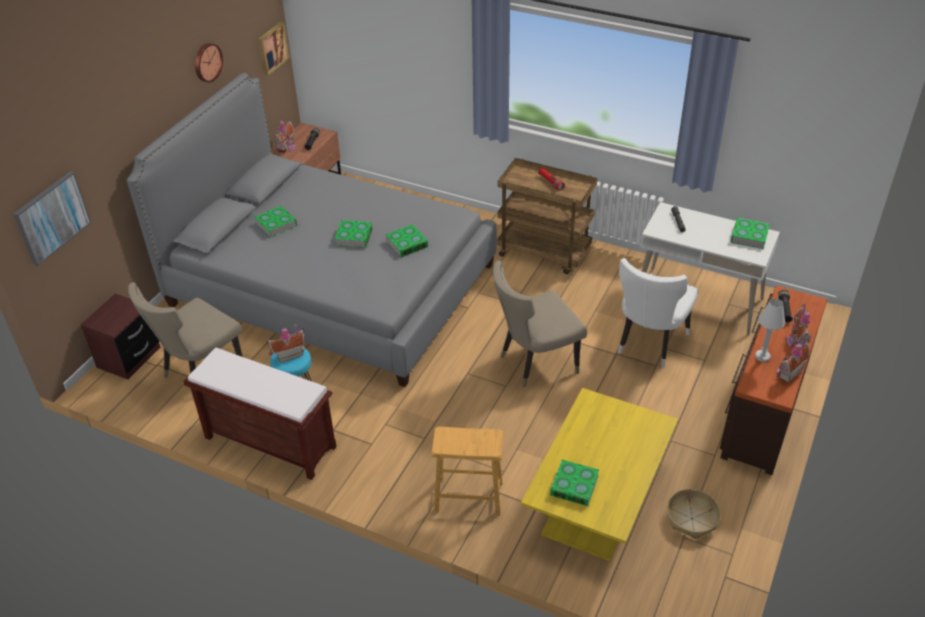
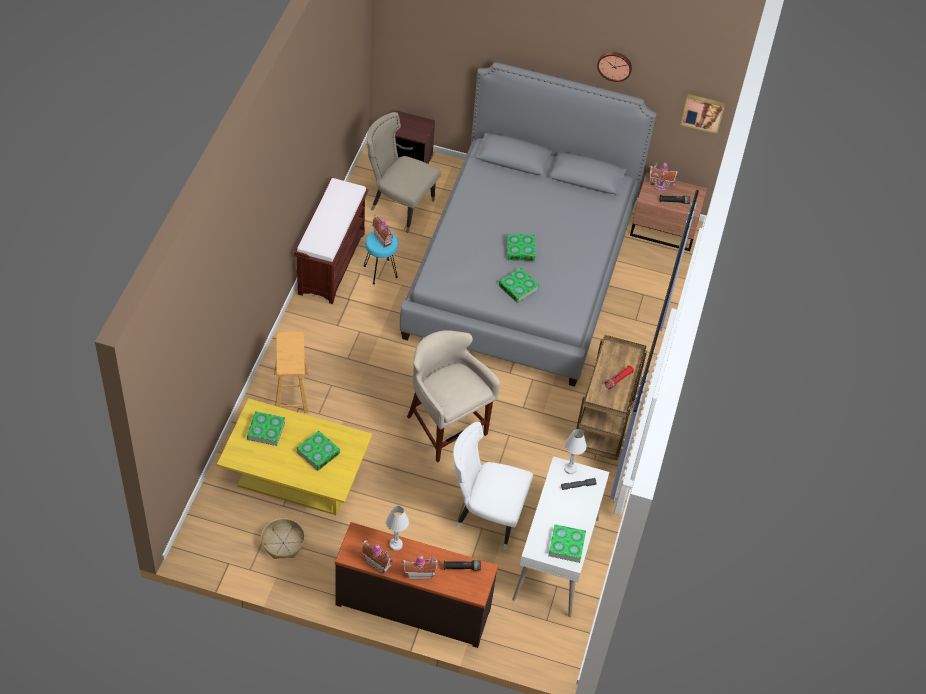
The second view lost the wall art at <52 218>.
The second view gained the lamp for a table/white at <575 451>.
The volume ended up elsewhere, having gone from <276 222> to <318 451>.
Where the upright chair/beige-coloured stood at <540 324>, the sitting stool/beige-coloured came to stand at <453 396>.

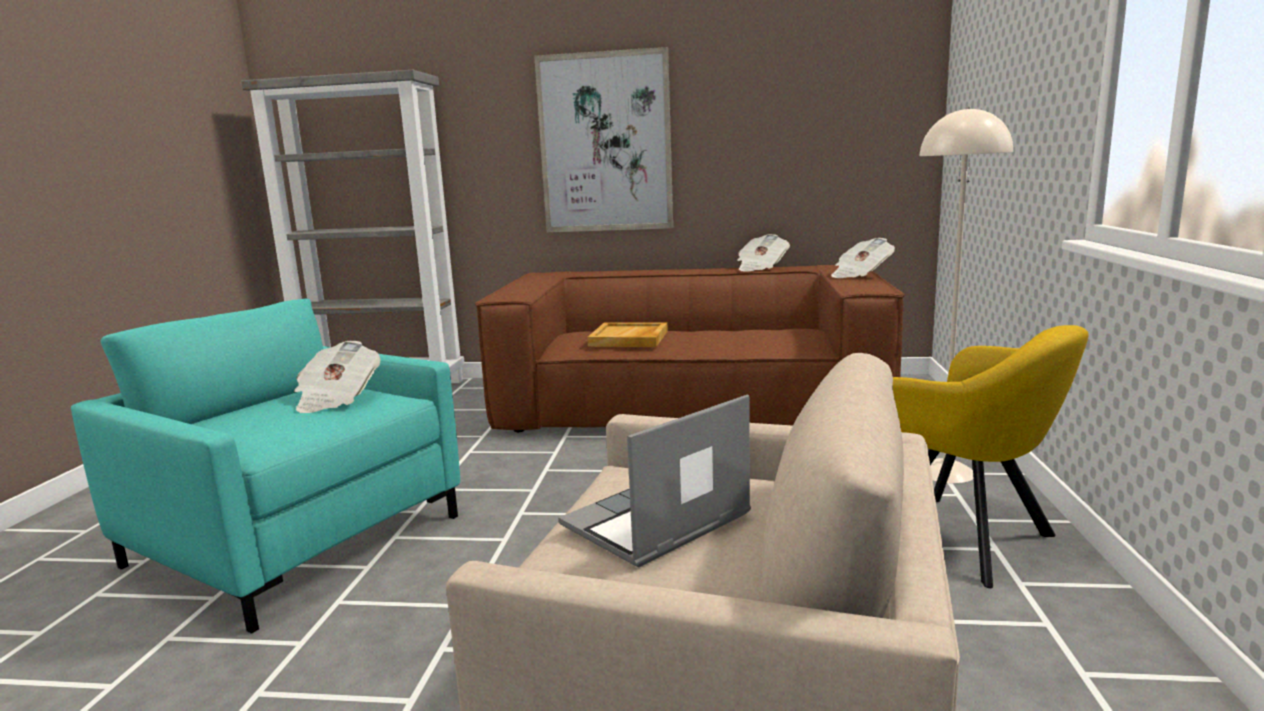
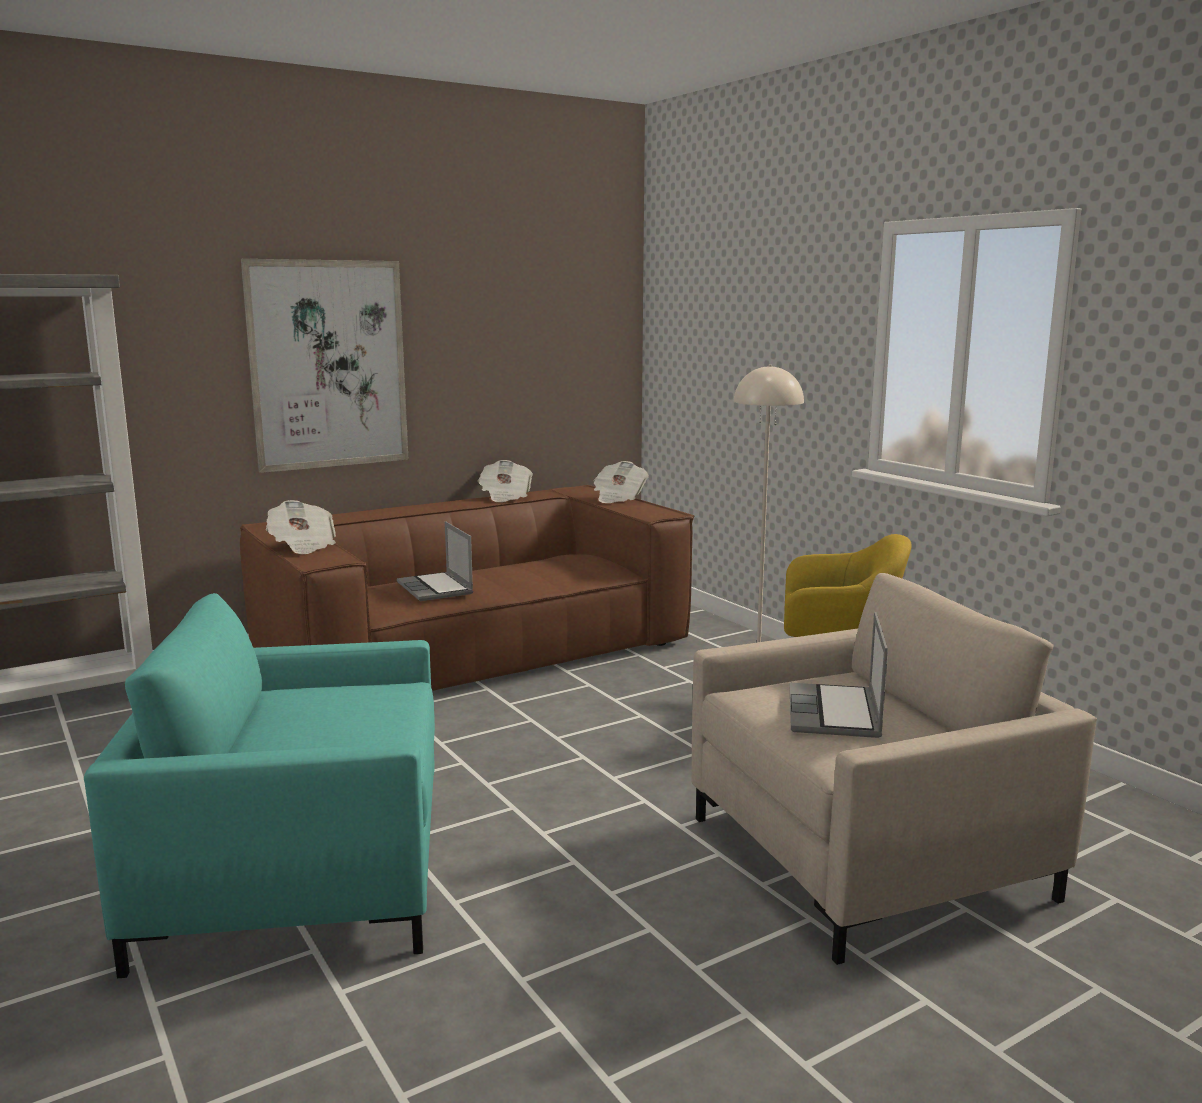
The printed paper ended up elsewhere, having gone from <337 377> to <301 527>.
Where the carrying tray/beige-coloured stood at <627 334>, the laptop came to stand at <435 561>.

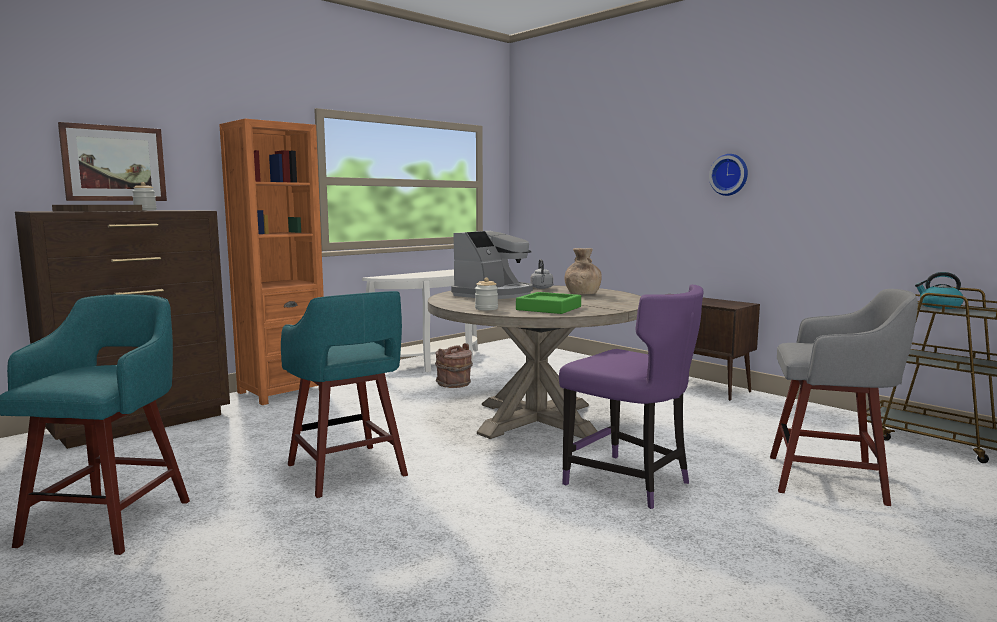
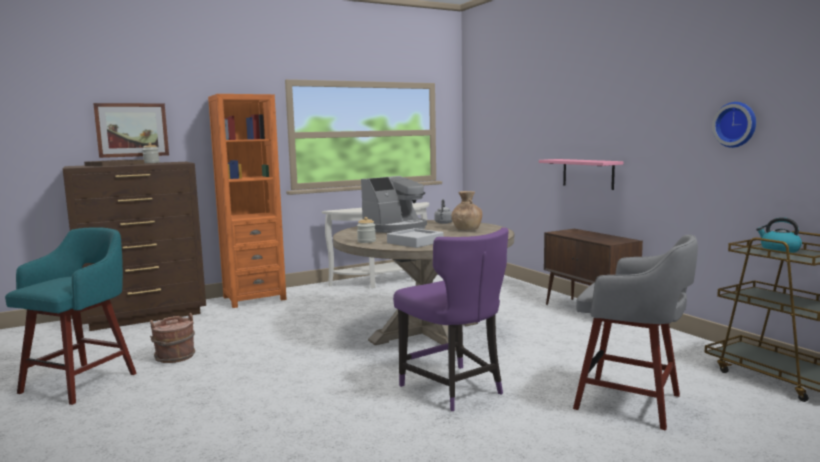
The second view lost the sitting stool/turquoise-coloured at <344 394>.
The second view gained the bracket shelf/pink-coloured at <581 174>.
The pail/brown ended up elsewhere, having gone from <454 365> to <172 338>.
The wall clock ended up elsewhere, having gone from <728 175> to <734 125>.
What was the carrying tray/greenish at <548 303> turned into the carrying tray/greyish at <415 238>.

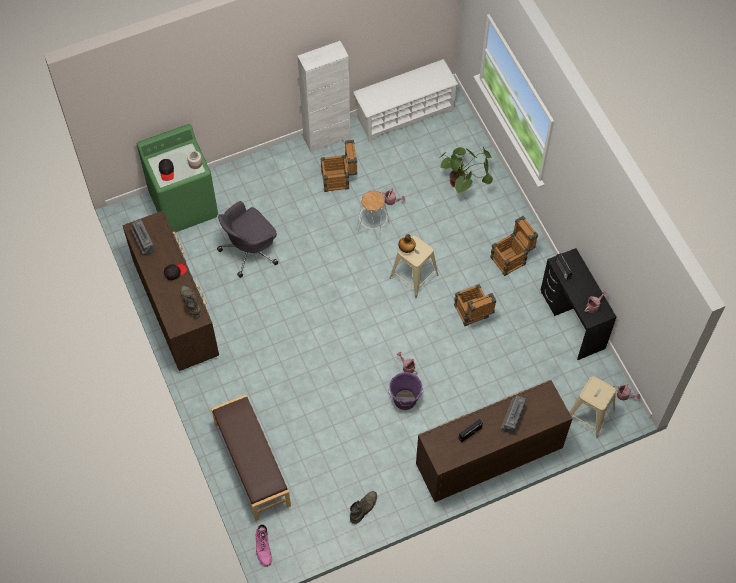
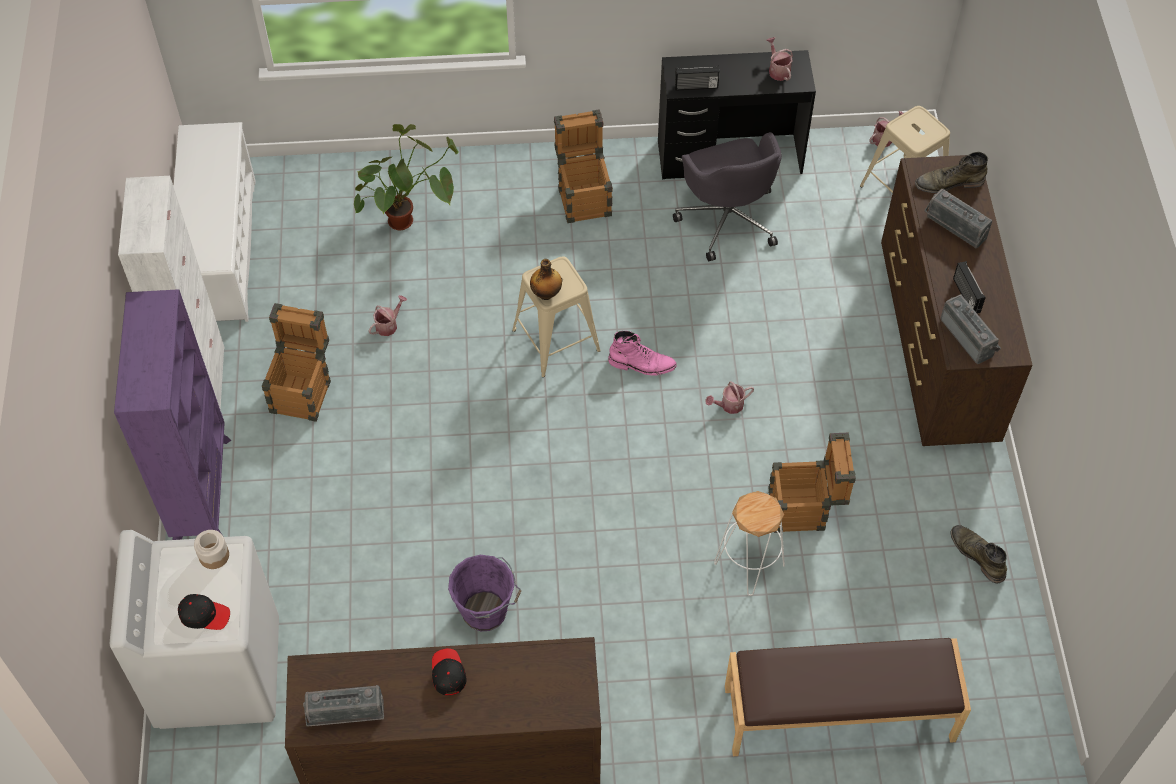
The second view gained the bookshelf/purplish at <172 414>.
The second view gained the radio receiver at <971 329>.
The high-top boot/greenish ended up elsewhere, having gone from <191 301> to <951 172>.
The desk chair/greyish ended up elsewhere, having gone from <247 239> to <727 196>.
The high-top boot/pink-coloured ended up elsewhere, having gone from <264 545> to <642 353>.
The sitting stool/white ended up elsewhere, having gone from <373 216> to <749 543>.
The pail/purplish ended up elsewhere, having gone from <406 391> to <484 593>.
The packing crate ended up elsewhere, having gone from <475 305> to <812 482>.
What was the washing machine/greenish at <177 178> turned into the washing machine/white at <194 629>.

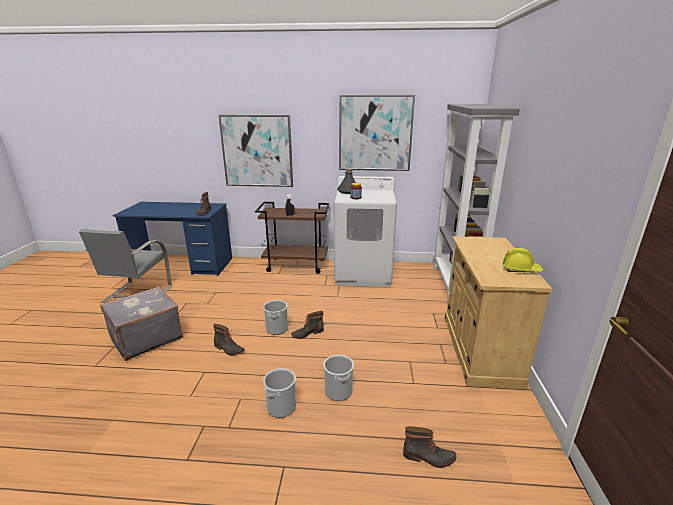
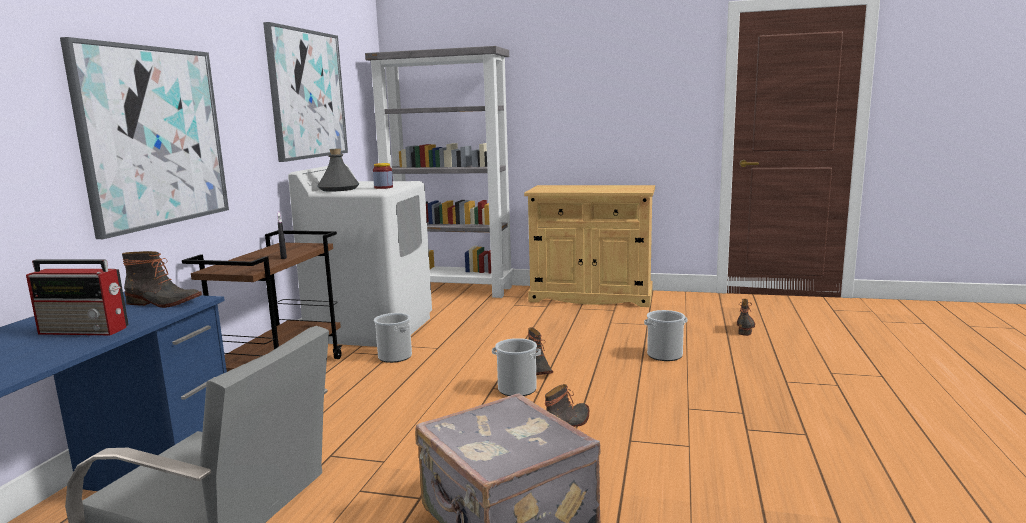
The second view lost the safety helmet/yellow-coloured at <523 260>.
The second view gained the radio receiver at <77 297>.
The pail ended up elsewhere, having gone from <279 393> to <393 338>.

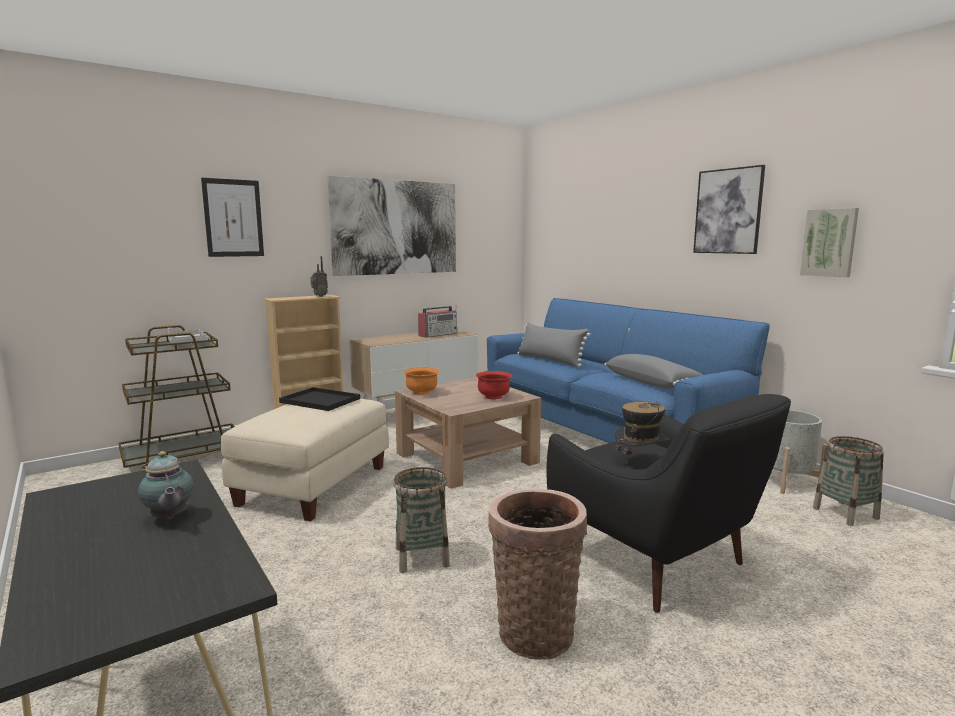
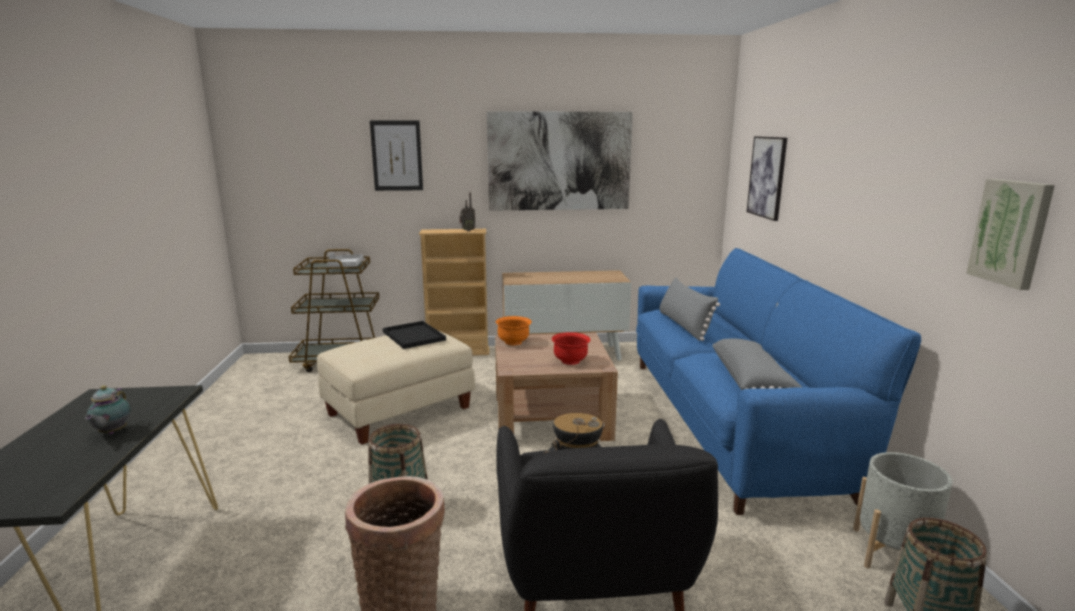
The second view lost the radio receiver at <437 322>.
The wall art ended up elsewhere, having gone from <729 209> to <767 179>.

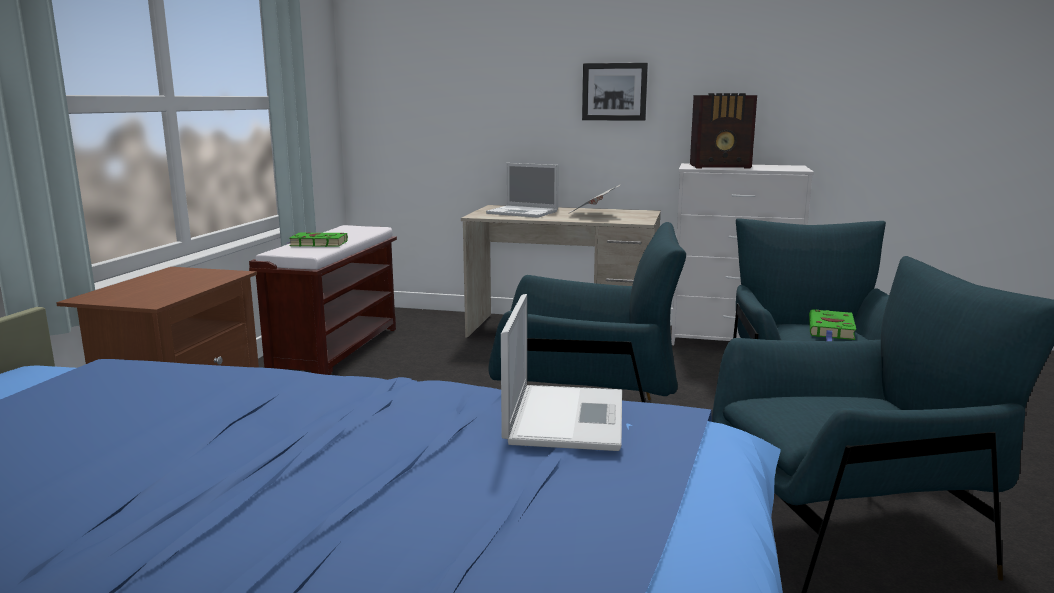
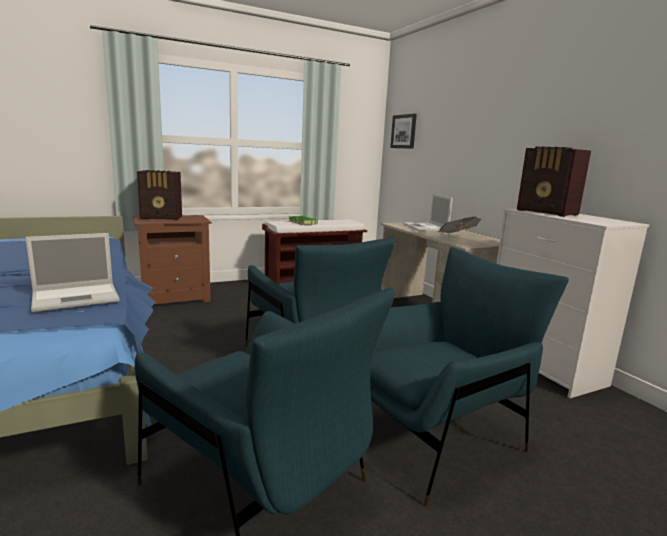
The second view lost the volume/greenish at <832 325>.
The second view gained the radio receiver at <159 195>.
The wall art ended up elsewhere, having gone from <615 92> to <403 131>.

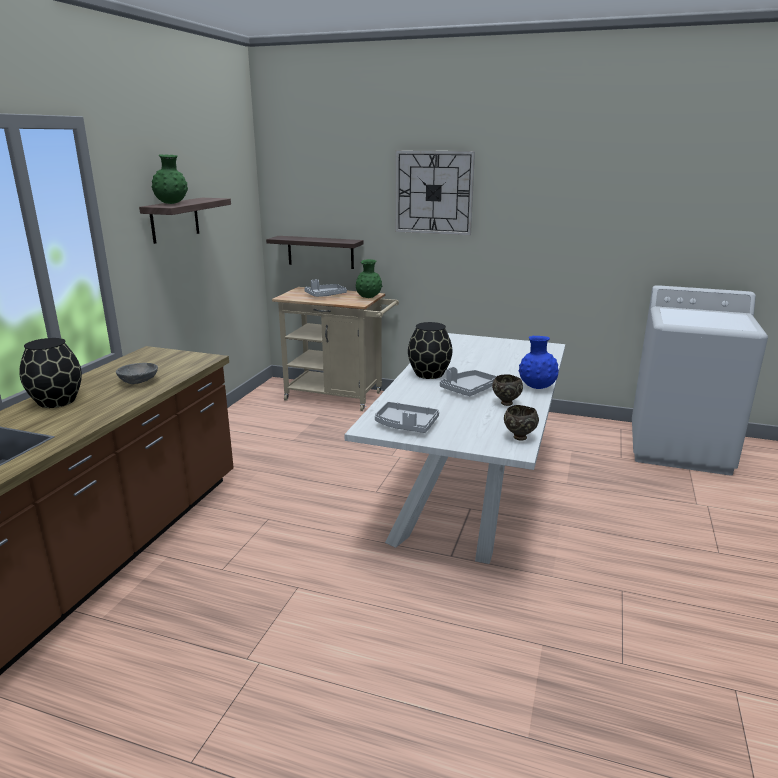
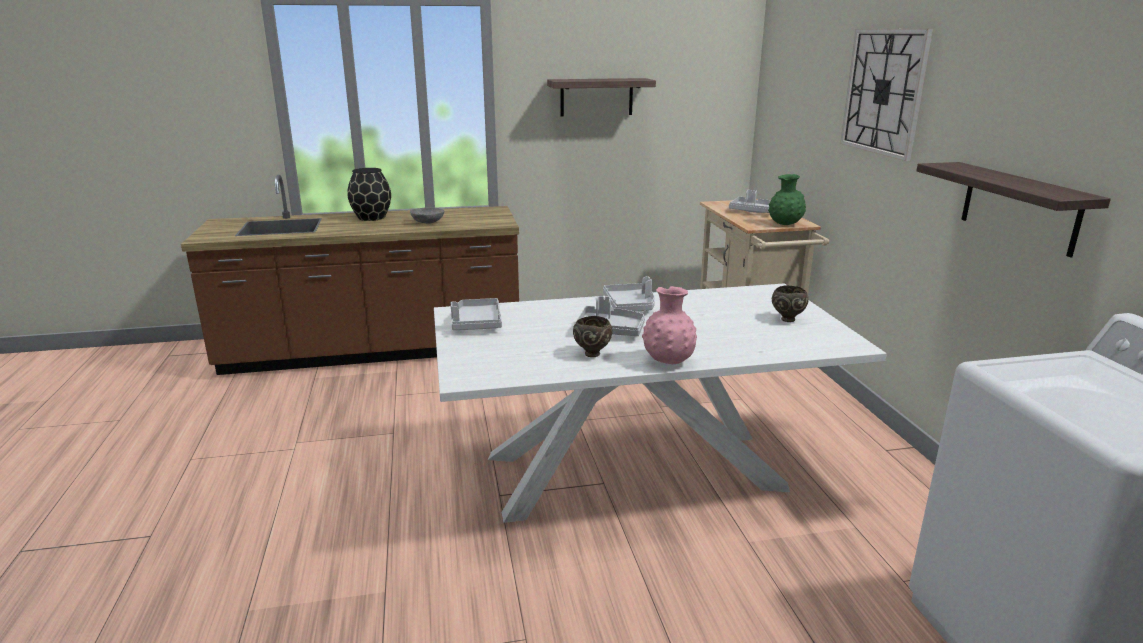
The second view lost the decorative vase/greenish at <170 179>.
The bracket shelf ended up elsewhere, having gone from <315 252> to <1013 210>.
The serving bowl/brown ended up elsewhere, having gone from <521 423> to <790 304>.
Where the decorative vase/black-coloured stood at <430 350>, the carrying tray/greyish came to stand at <629 294>.
What was the decorative vase/bluish at <539 362> turned into the decorative vase/pink-coloured at <669 325>.

